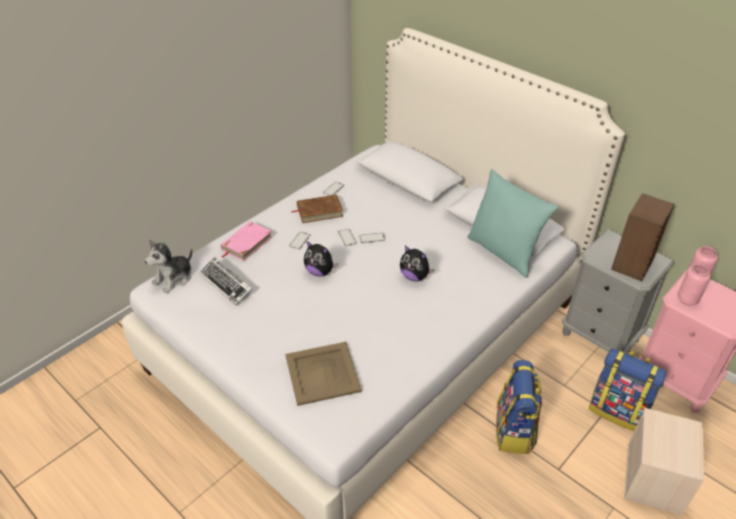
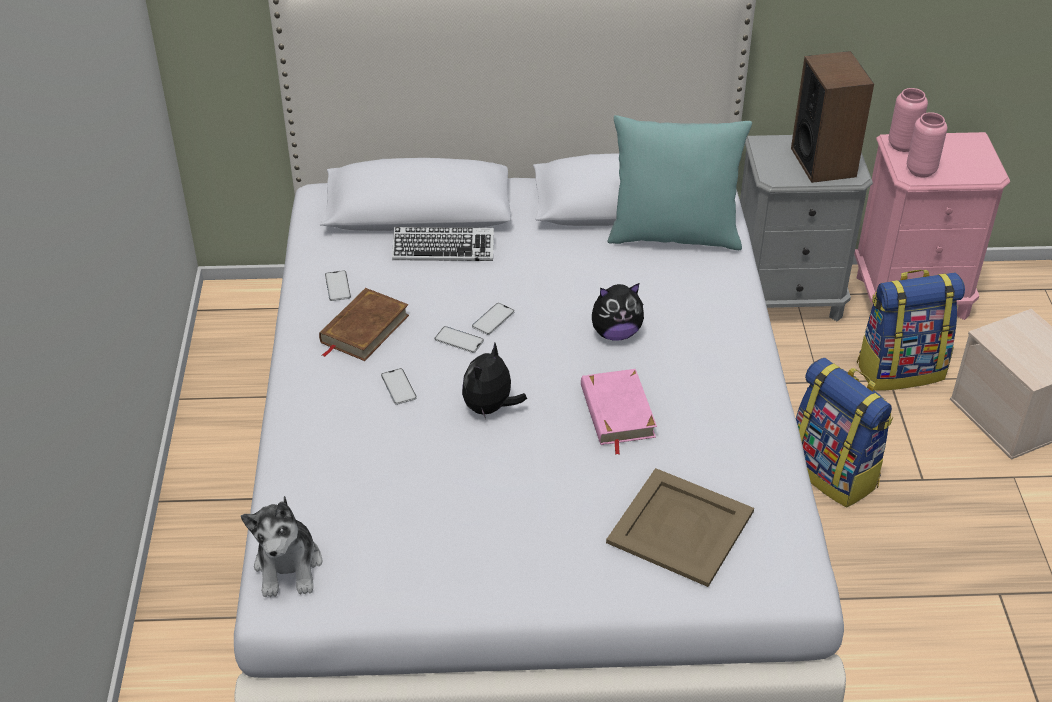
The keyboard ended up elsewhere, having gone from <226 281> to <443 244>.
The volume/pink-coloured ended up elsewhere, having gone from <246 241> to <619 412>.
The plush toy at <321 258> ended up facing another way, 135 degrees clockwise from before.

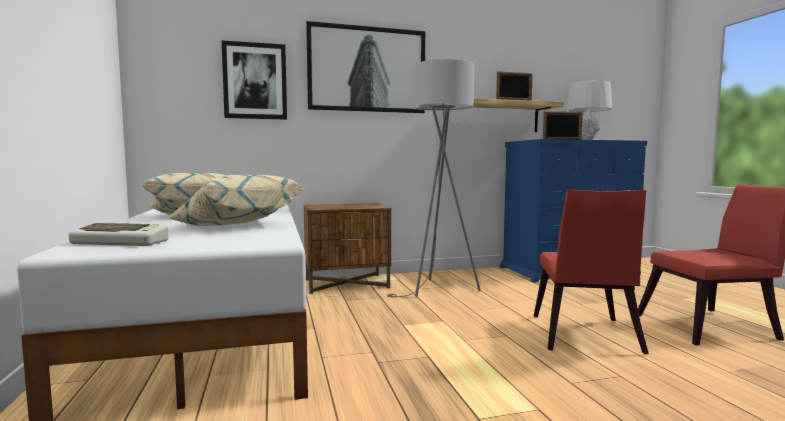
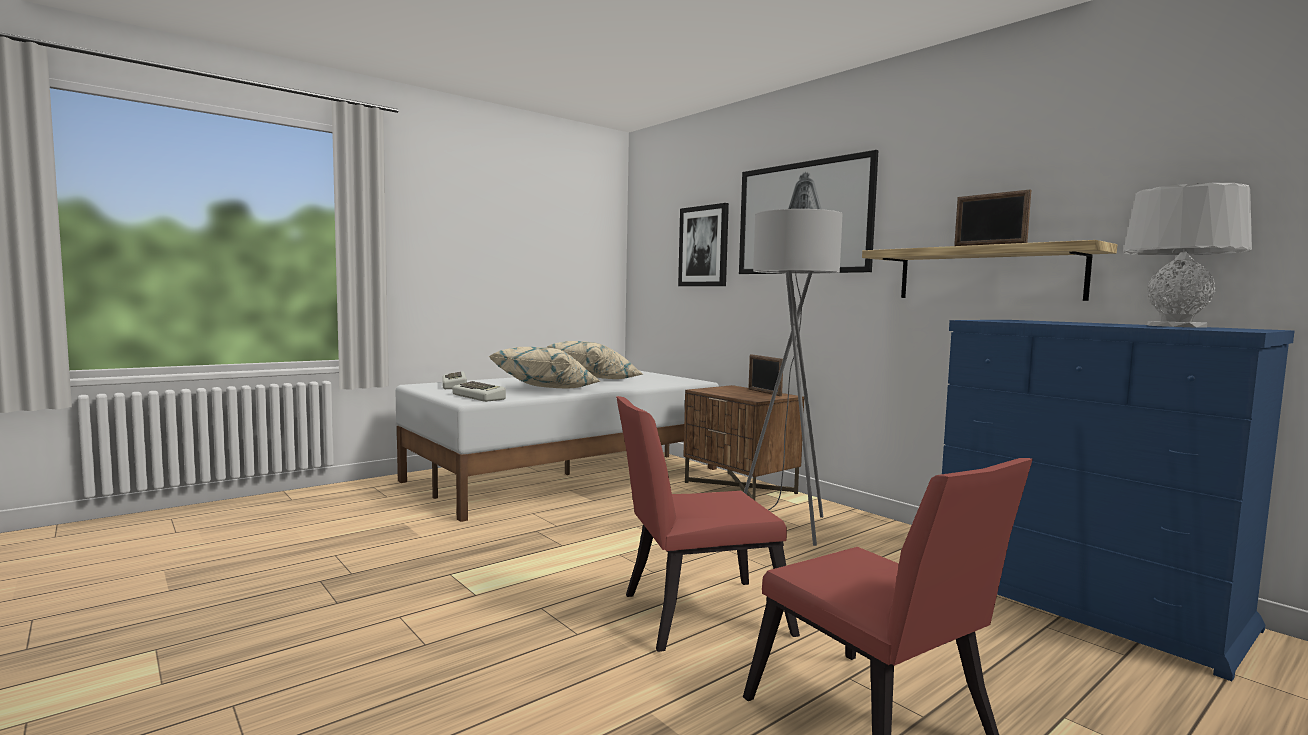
The second view gained the keyboard at <479 391>.
The picture frame ended up elsewhere, having gone from <563 125> to <765 375>.

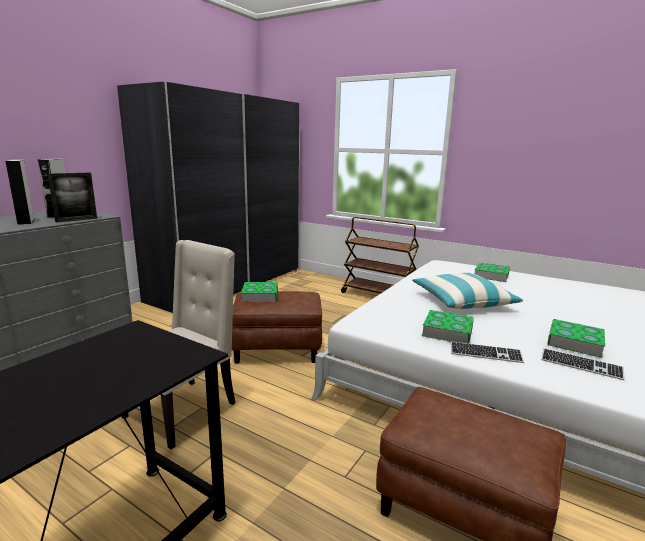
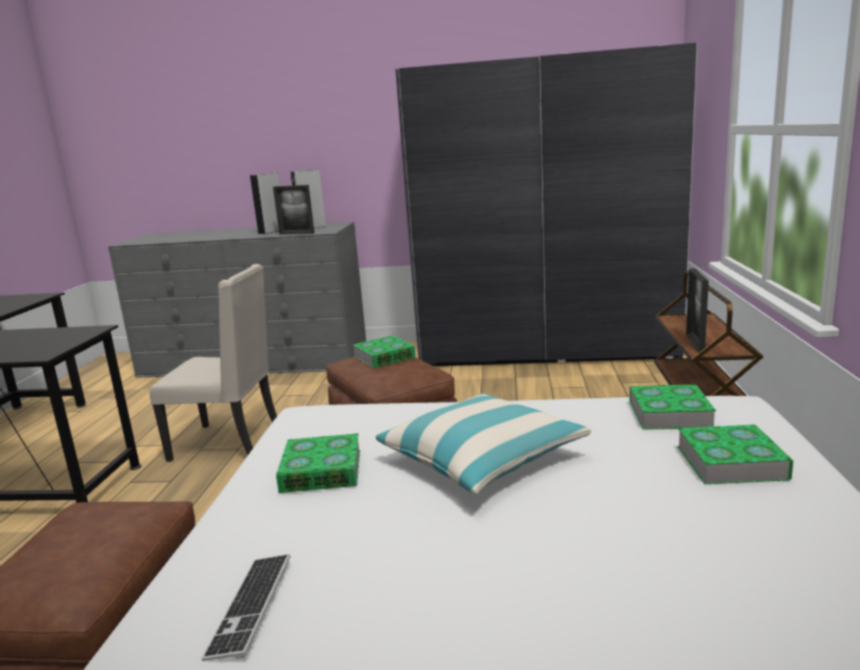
The second view lost the keyboard at <487 352>.
The second view gained the picture frame at <697 310>.
The volume ended up elsewhere, having gone from <576 338> to <672 407>.

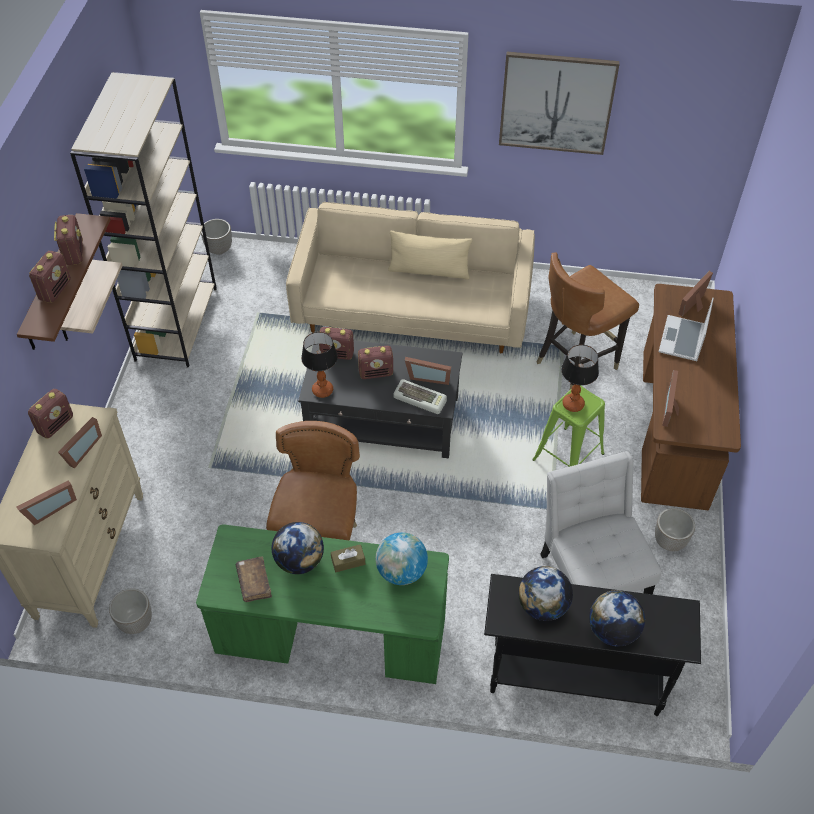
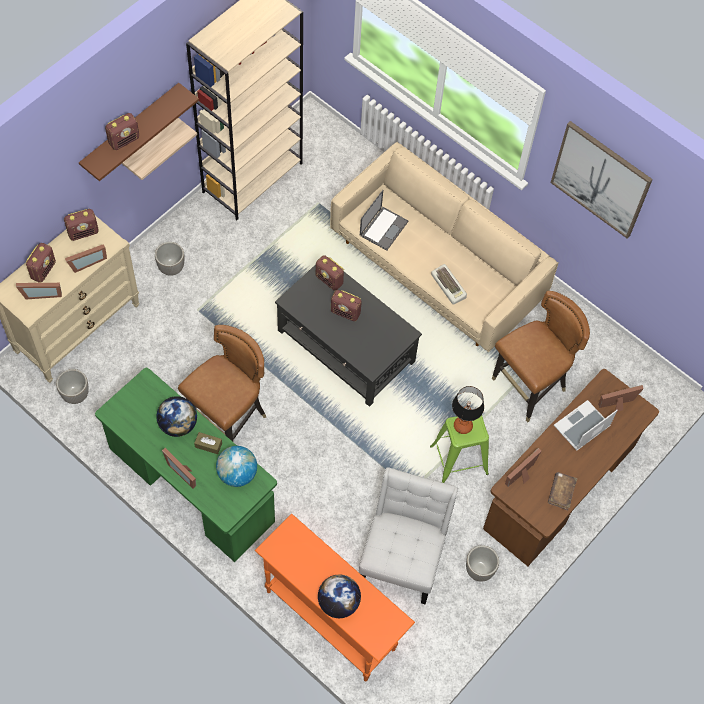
The second view lost the lamp for a table at <319 365>.
The second view lost the pillow/beige-coloured at <430 255>.
The second view lost the desk globe at <545 593>.
The second view gained the laptop at <384 220>.
The radio receiver ended up elsewhere, having gone from <68 240> to <41 263>.
The planter ended up elsewhere, having gone from <216 237> to <169 259>.
The volume/brown ended up elsewhere, having gone from <253 579> to <562 491>.
The keyboard ended up elsewhere, having gone from <420 396> to <449 284>.
The picture frame ended up elsewhere, having gone from <428 371> to <179 468>.
What was the console table/black-coloured at <592 645> turned into the console table/orange-coloured at <335 598>.
The upright chair/brown at <588 320> ended up facing another way, 150 degrees clockwise from before.

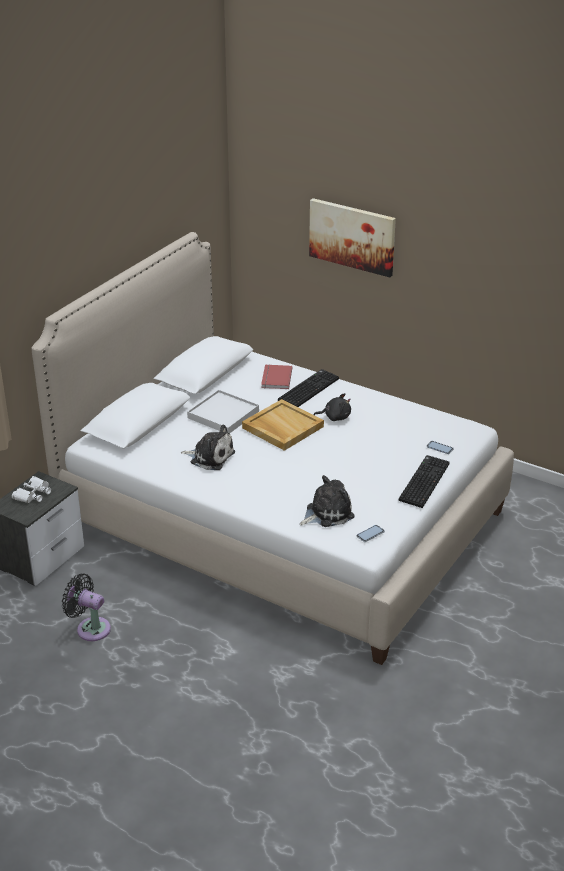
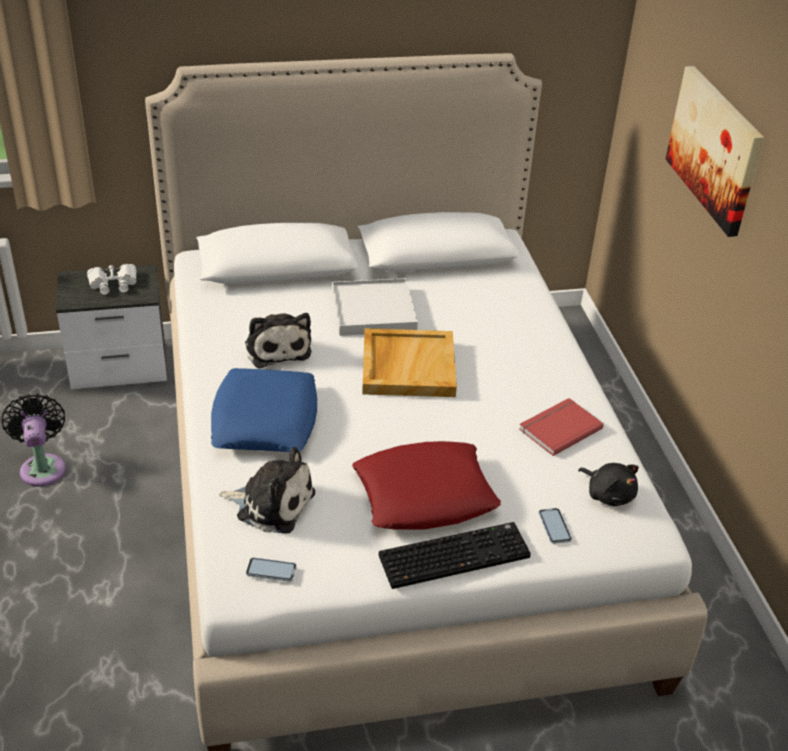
The second view lost the keyboard at <308 388>.
The second view gained the pillow/bluish at <264 410>.
The second view gained the pillow/reddish at <426 485>.
The volume/reddish ended up elsewhere, having gone from <276 377> to <561 427>.
The plush toy/black-coloured ended up elsewhere, having gone from <332 407> to <608 484>.

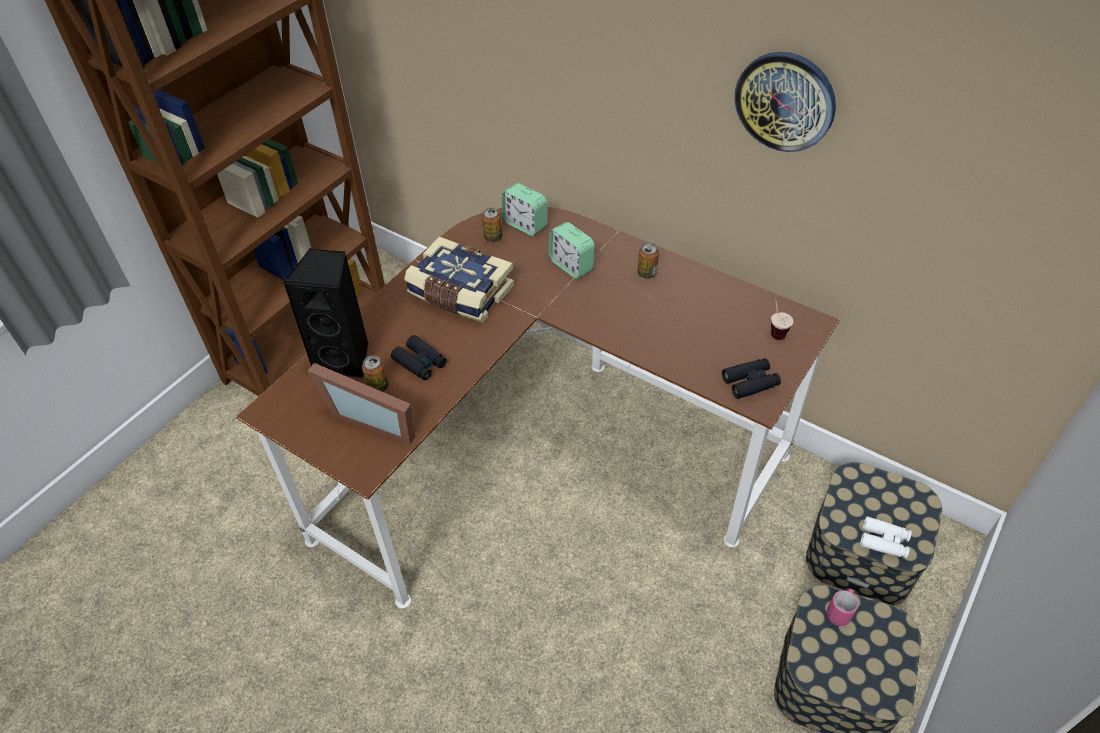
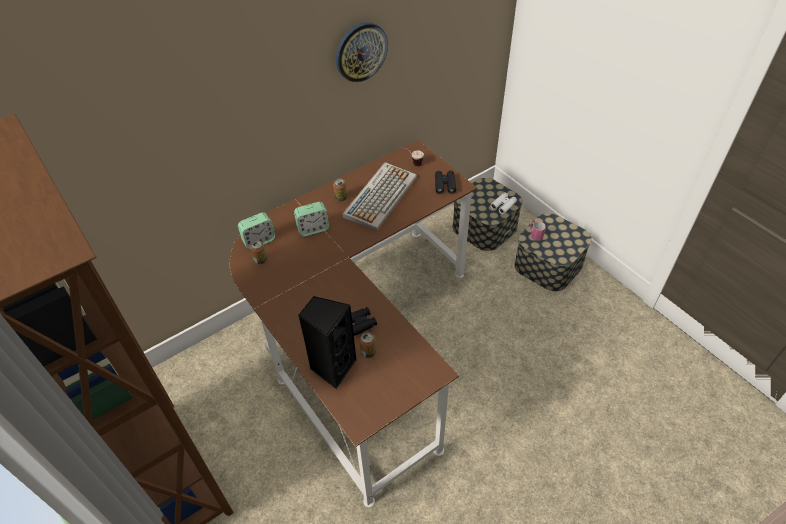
The second view lost the picture frame at <362 404>.
The second view lost the volume at <459 280>.
The second view gained the keyboard at <379 196>.

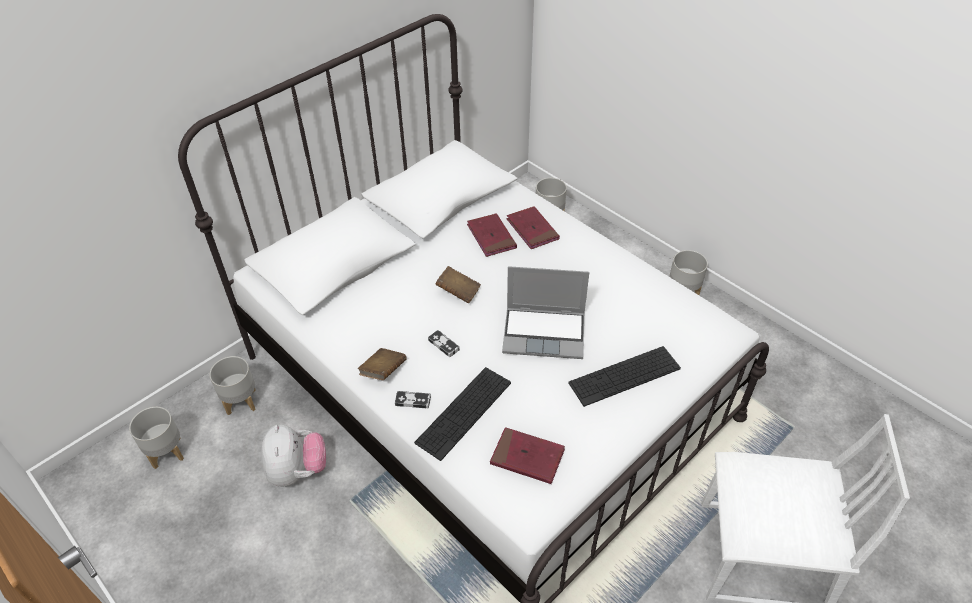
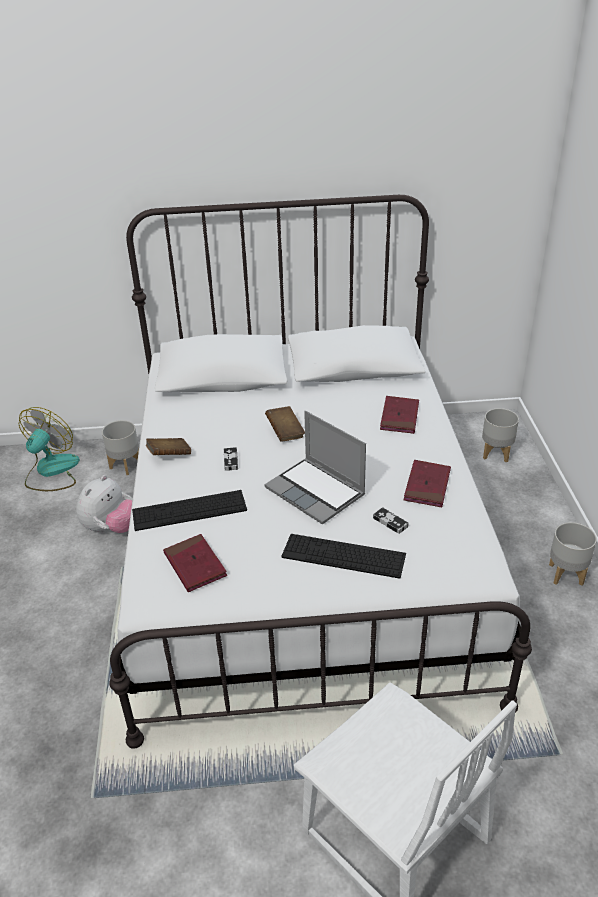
The game controller ended up elsewhere, having gone from <413 399> to <391 520>.
The volume/reddish ended up elsewhere, having gone from <492 235> to <427 483>.
Where the planter/greyish stood at <156 438>, the cooling fan came to stand at <49 449>.

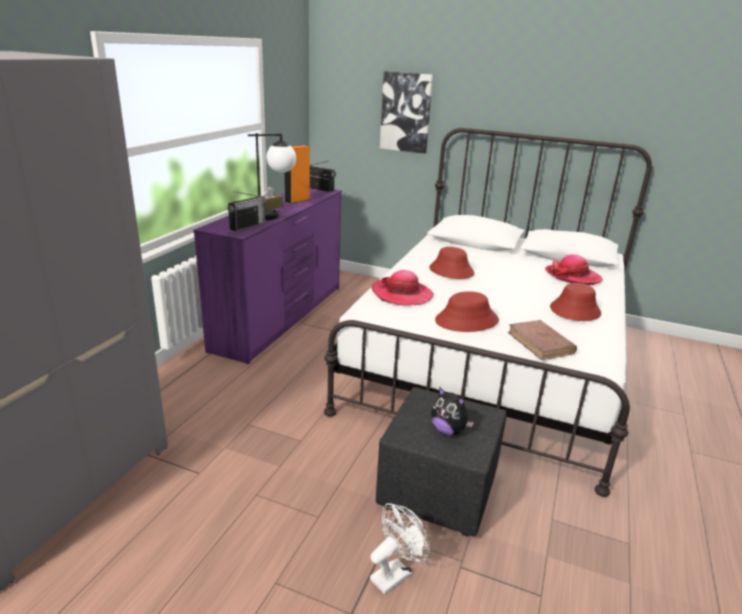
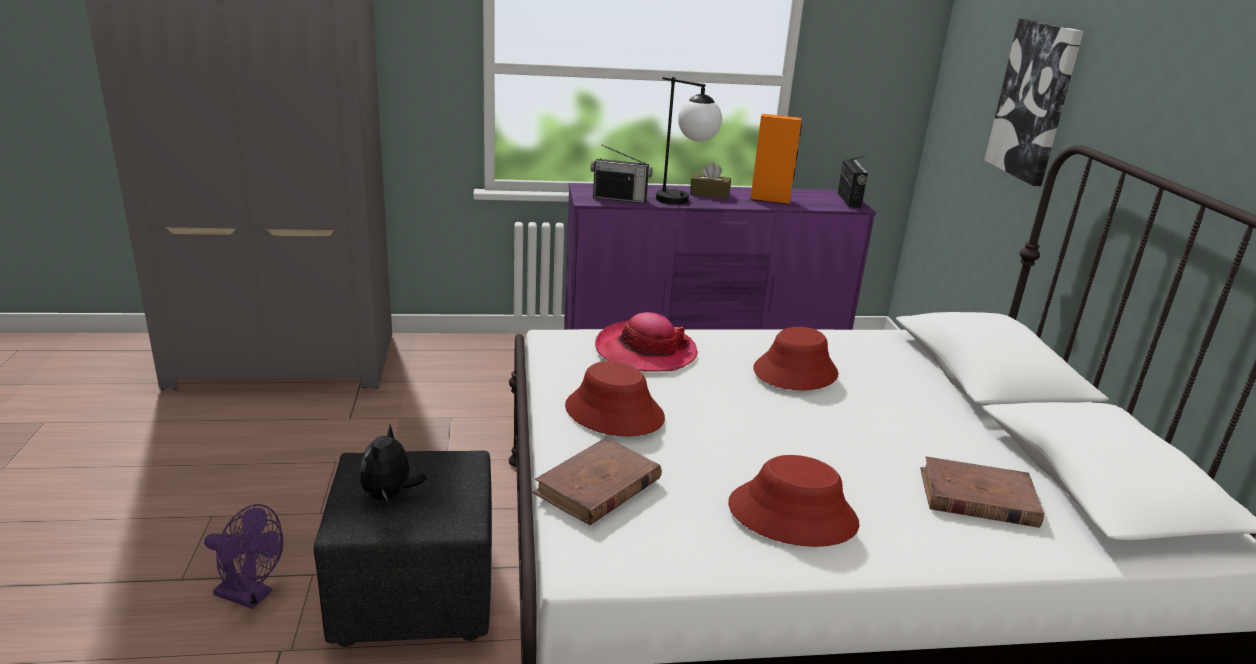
Where the hat stood at <574 269>, the volume/brown came to stand at <982 492>.
What was the cooling fan/white at <400 548> turned into the cooling fan/purplish at <243 556>.

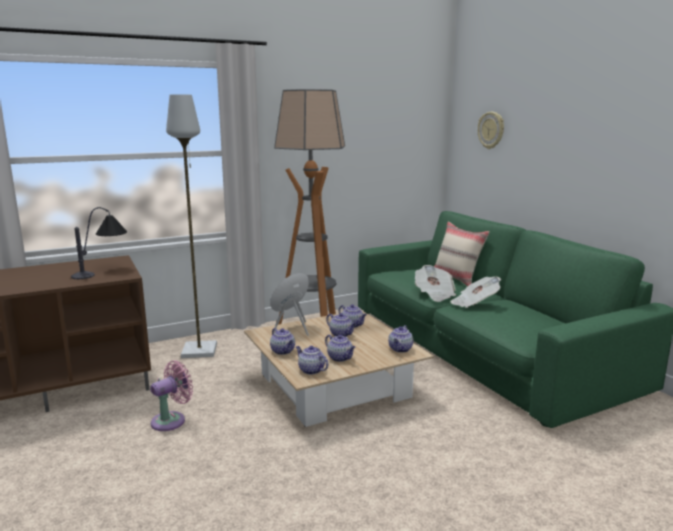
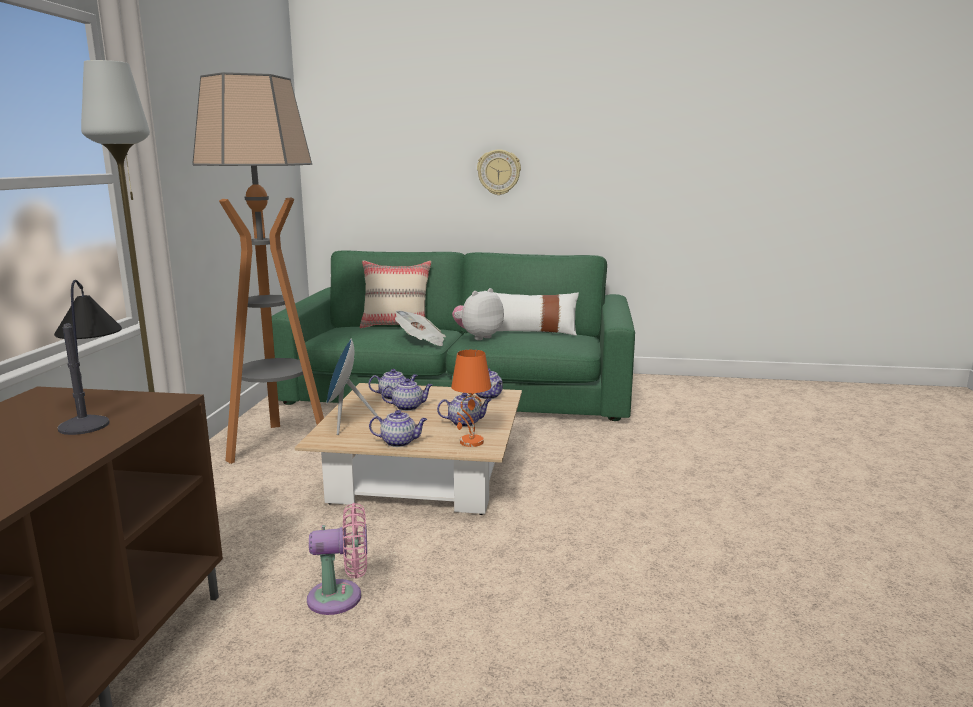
The second view gained the pillow/white at <536 314>.
The wall clock ended up elsewhere, having gone from <491 130> to <499 172>.
Where the tea pot stood at <312 360>, the lamp for a table/orange-coloured came to stand at <471 398>.
Where the printed paper stood at <476 292>, the plush toy came to stand at <478 314>.
The cooling fan/pink-coloured at <171 396> ended up facing another way, 90 degrees clockwise from before.

